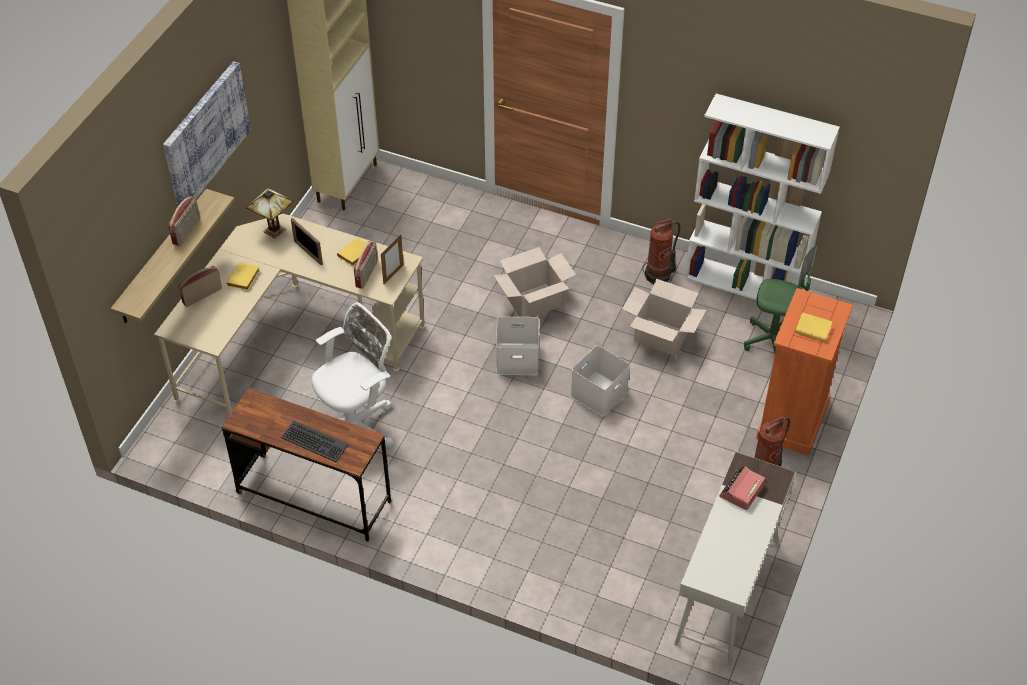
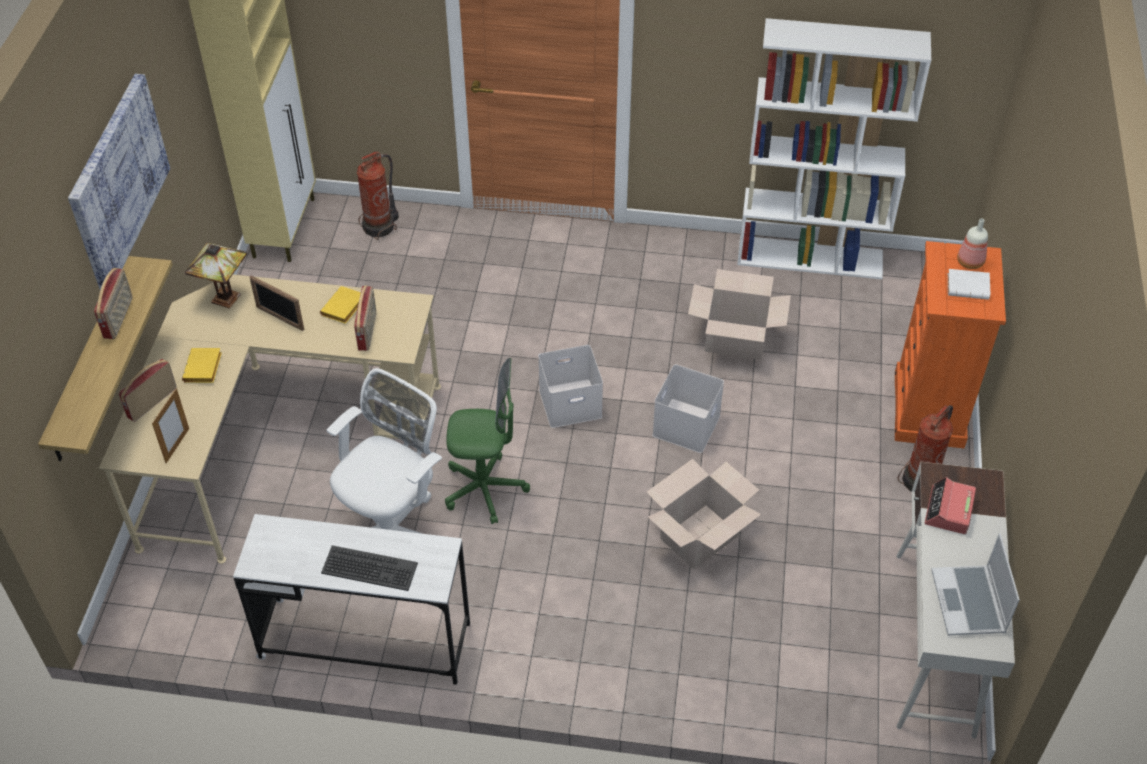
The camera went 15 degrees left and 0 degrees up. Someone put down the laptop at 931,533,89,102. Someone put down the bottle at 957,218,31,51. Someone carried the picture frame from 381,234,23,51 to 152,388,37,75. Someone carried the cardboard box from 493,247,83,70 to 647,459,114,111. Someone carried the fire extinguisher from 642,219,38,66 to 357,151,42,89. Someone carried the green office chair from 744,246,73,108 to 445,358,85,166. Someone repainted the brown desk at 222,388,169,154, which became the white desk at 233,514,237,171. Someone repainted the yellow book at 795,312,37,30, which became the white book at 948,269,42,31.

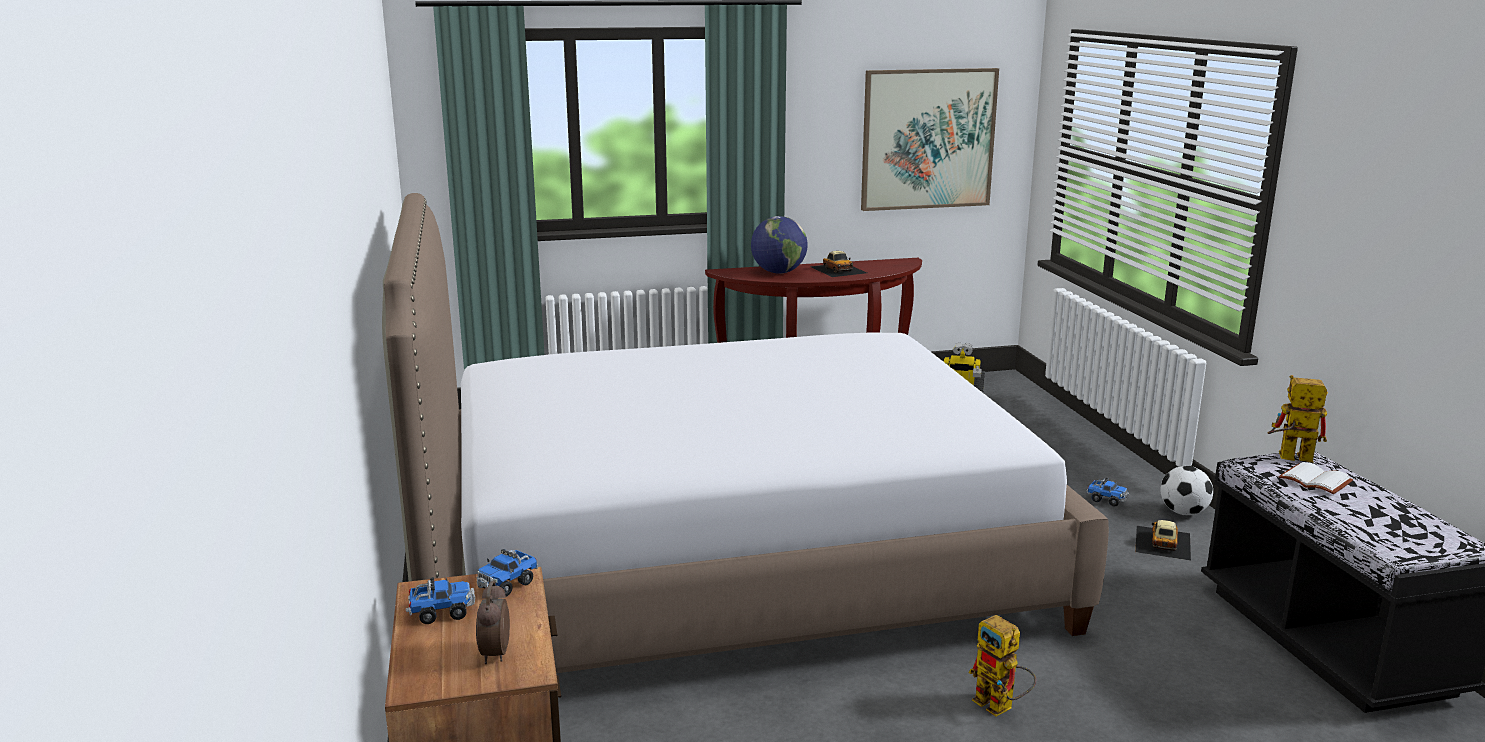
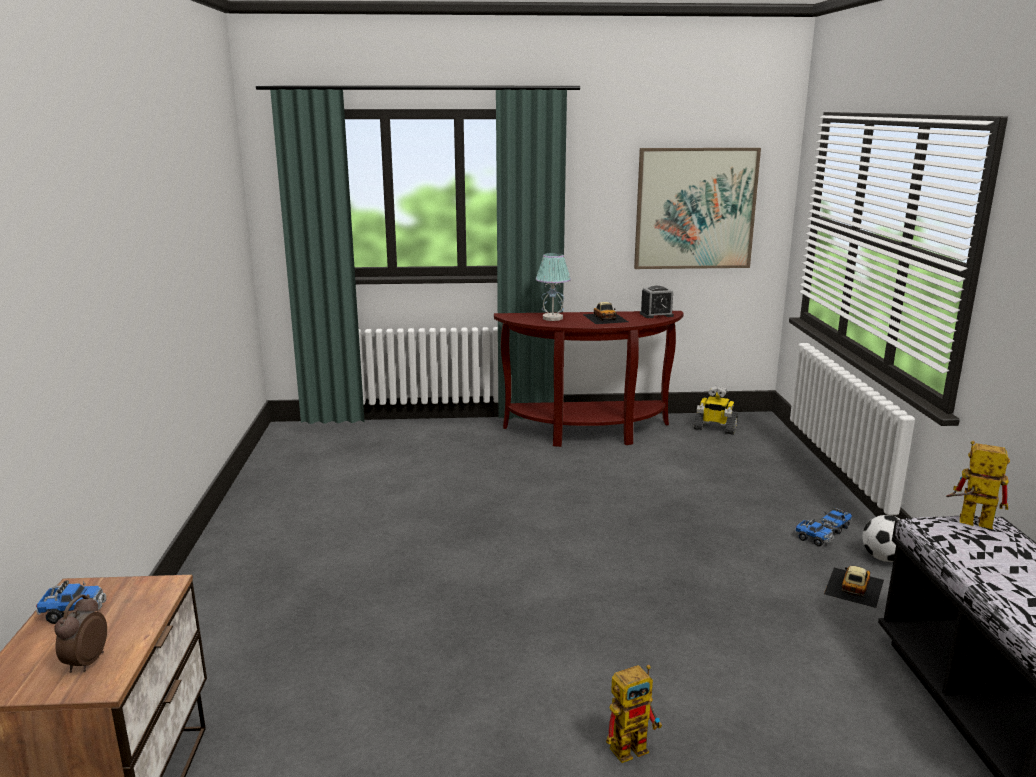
The camera went 10 degrees right and 0 degrees up. Someone took away the bed at 382,193,727,480. Someone took away the white book at 1278,462,75,32. Someone put down the alarm clock at 640,286,34,32. Someone carried the toy truck from 476,549,62,48 to 821,508,31,26. Someone swapped the globe at 751,216,57,57 for the table lamp at 536,253,35,68. Someone rotated the toy robot at 969,615,67,102 by 90 degrees counterclockwise.

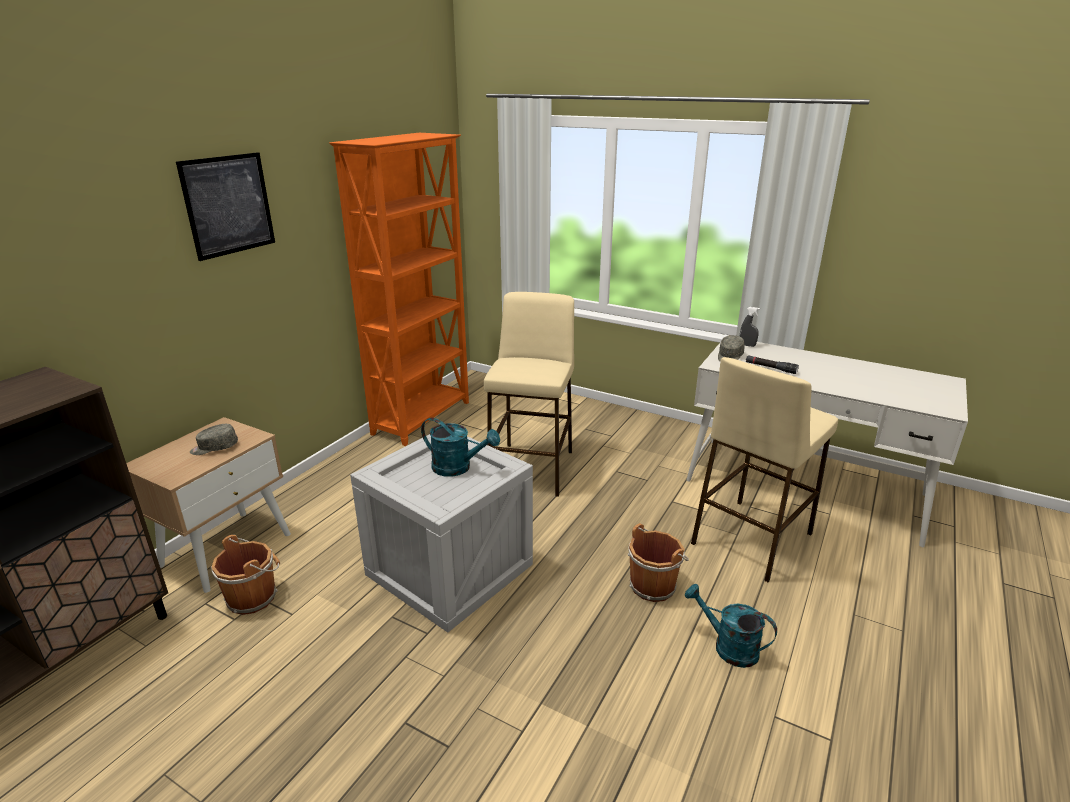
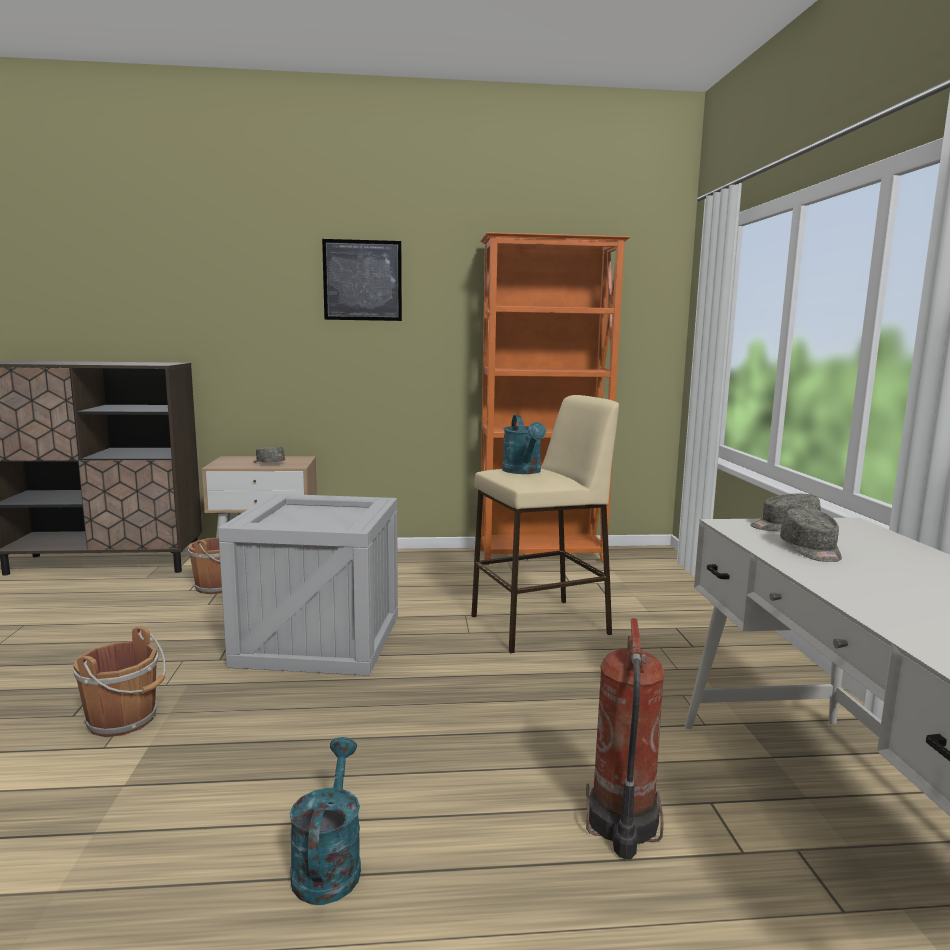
The camera went 55 degrees right and 15 degrees down. Someone took away the grey spray bottle at 740,307,20,40. Someone carried the turquoise watering can from 421,418,79,59 to 502,415,44,59. Someone carried the brown bucket from 628,523,61,79 to 73,626,93,111. Someone swapped the beige stool at 691,357,147,225 for the fire extinguisher at 586,618,79,241. Someone swapped the black flashlight at 746,355,53,19 for the grey cap at 780,508,62,54.

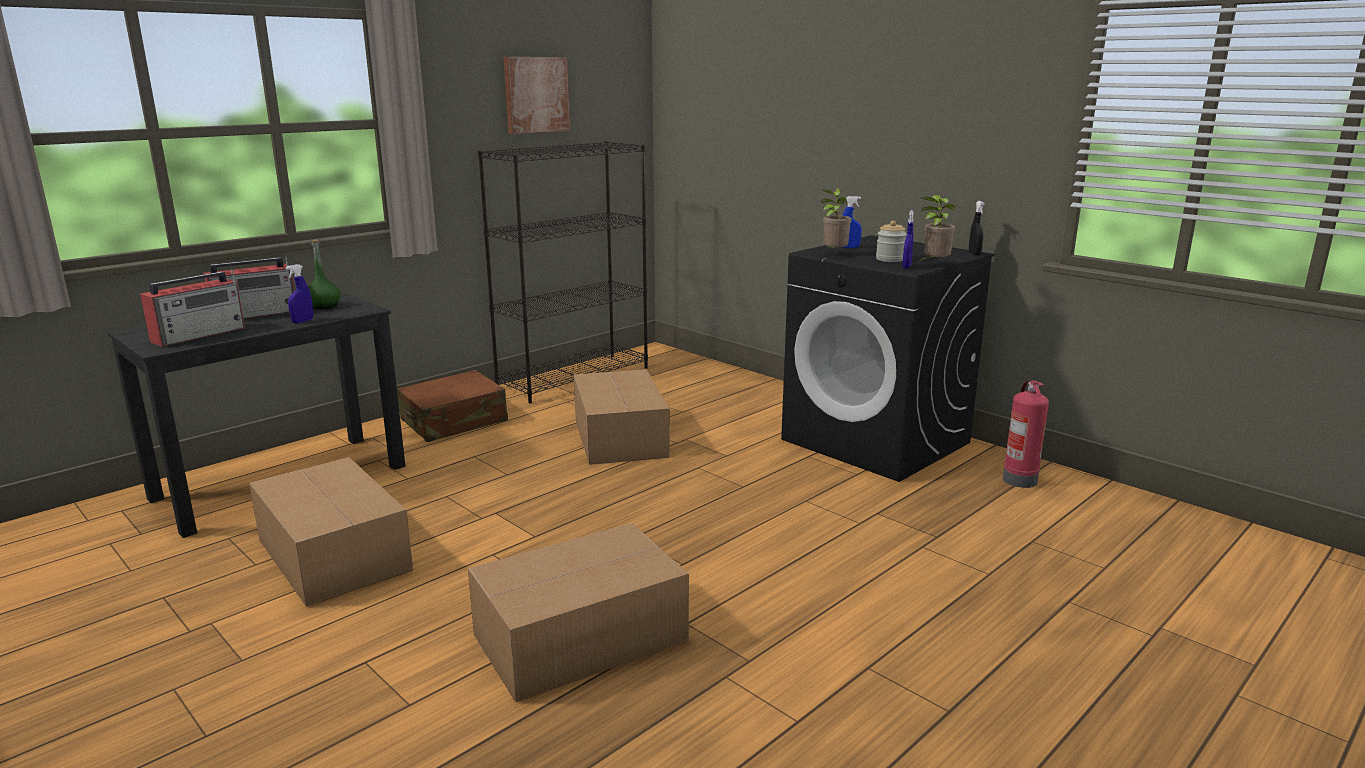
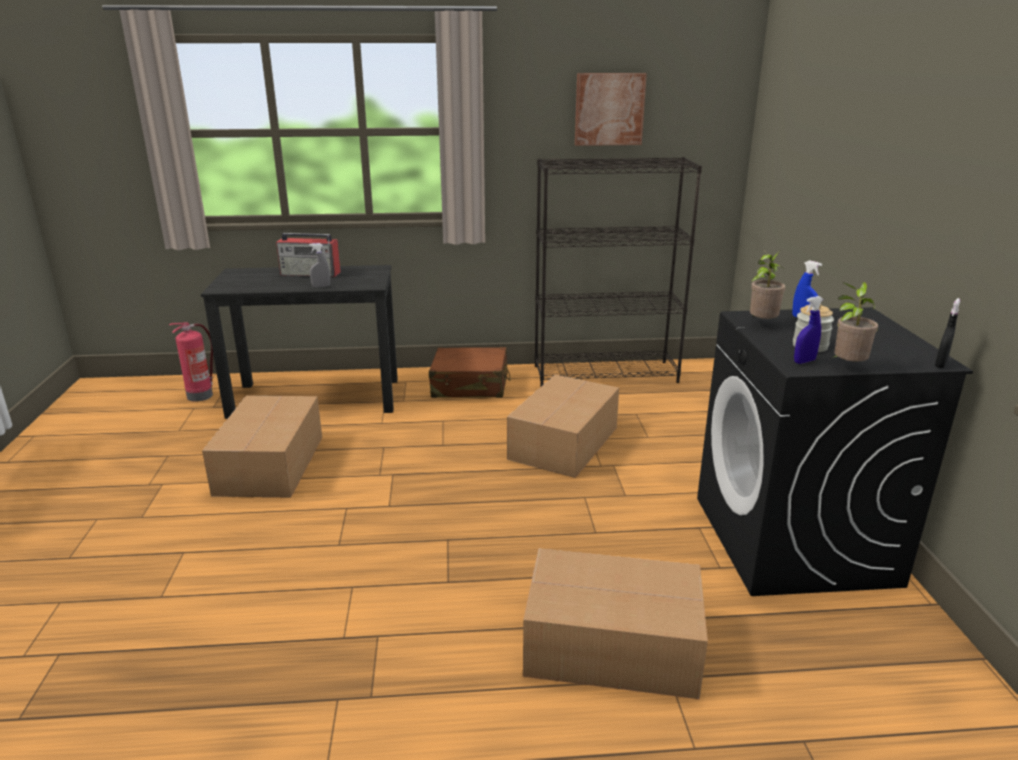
The camera went 40 degrees right and 5 degrees up. Someone took away the radio at 140,269,105,78. Someone took away the green bottle at 308,240,33,69. Someone carried the cardboard box from 468,523,221,179 to 523,548,185,151. Someone carried the fire extinguisher from 1003,381,46,107 to 169,322,44,80. Someone repainted the blue spray bottle at 286,264,27,60, which became the grey spray bottle at 309,243,21,44.

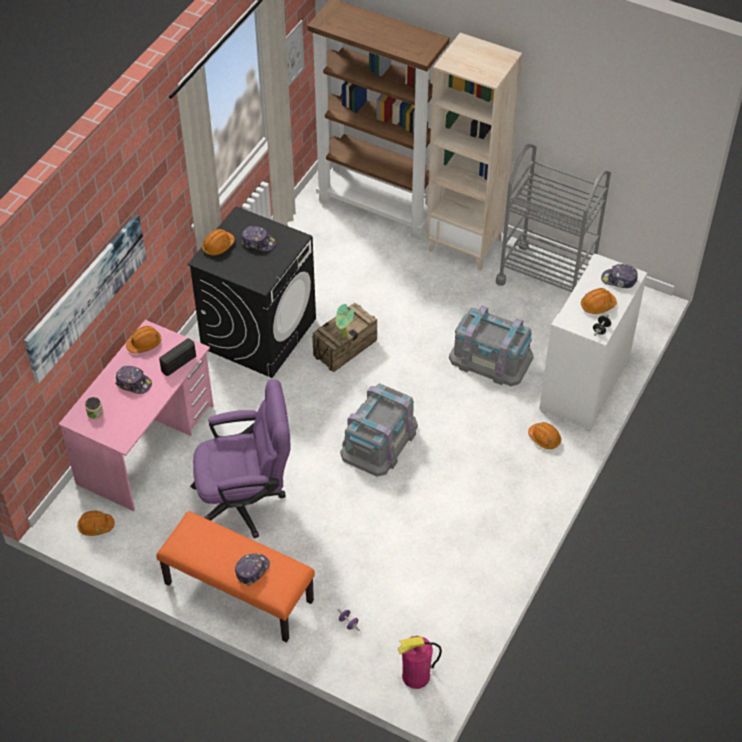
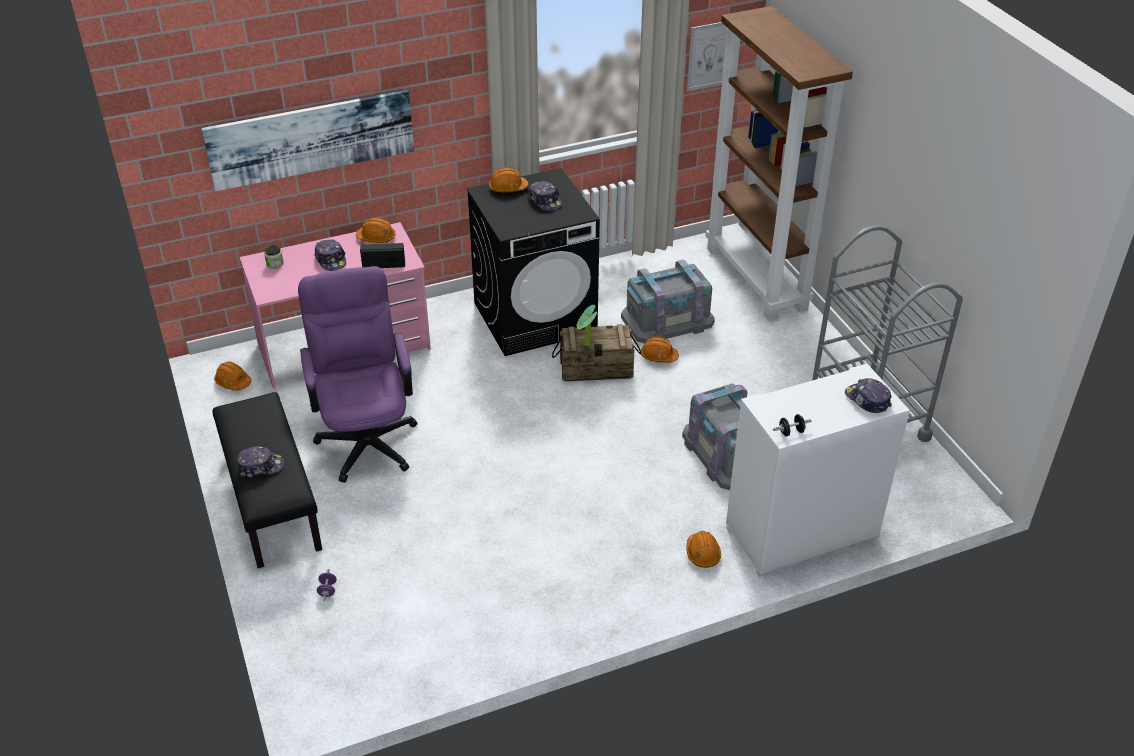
The camera went 40 degrees right and 10 degrees down. Someone took away the fire extinguisher at 398,636,44,53. Someone took away the beige bookcase at 426,33,96,238. Someone carried the grey storage box from 341,383,77,94 to 621,260,94,83. Someone carried the orange hard hat from 581,288,36,26 to 641,337,38,26. Someone repainted the orange bench at 156,511,159,132, which became the black bench at 212,392,110,176. Someone rotated the purple office chair at 190,379,100,159 by 135 degrees counterclockwise.

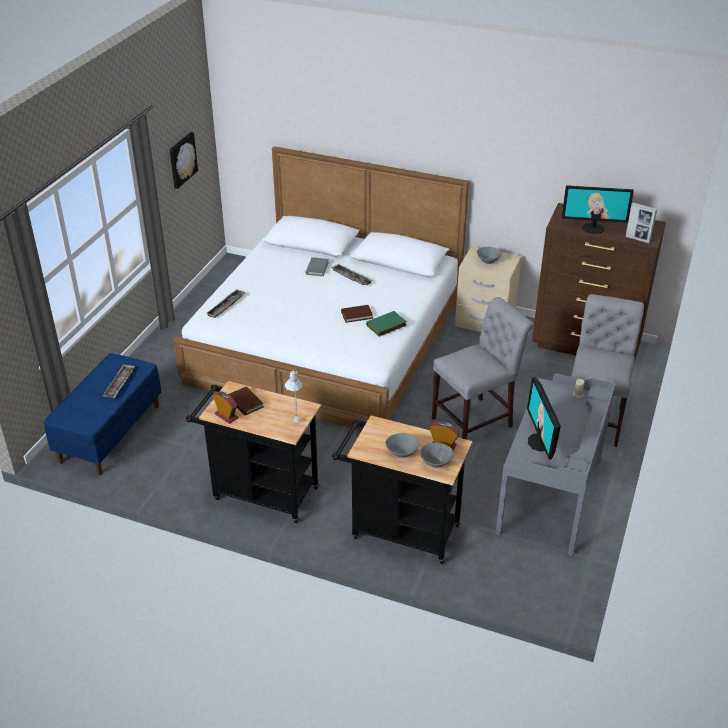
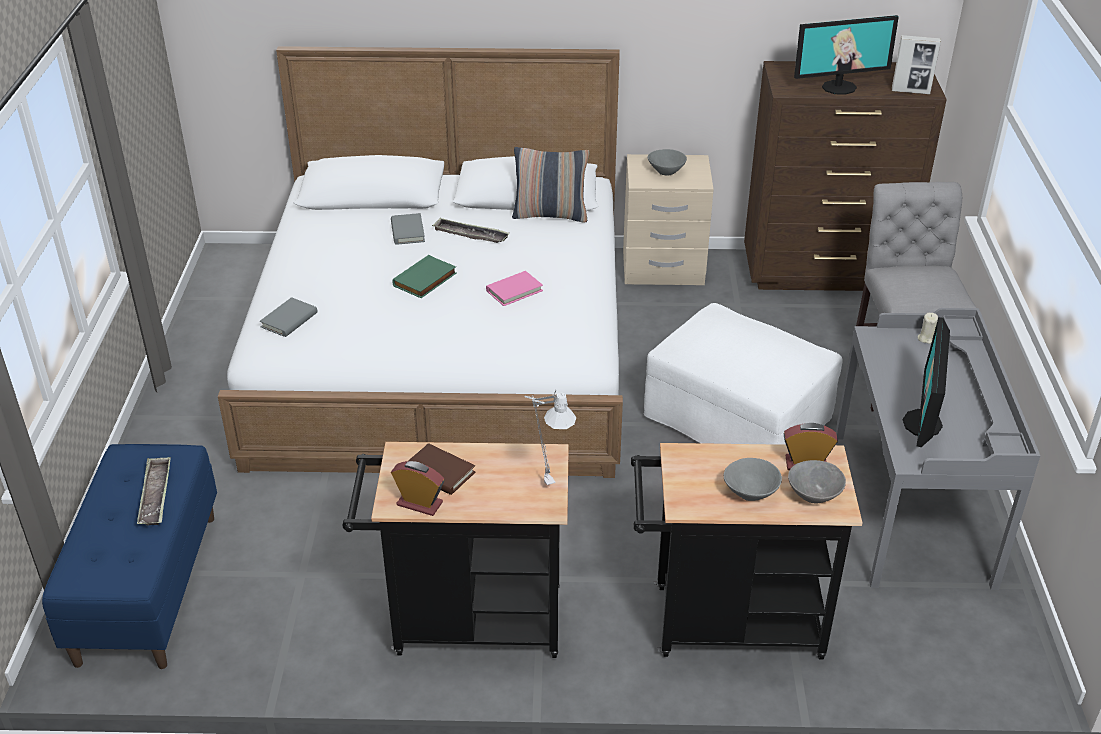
The camera went 20 degrees left and 0 degrees up. Someone took away the picture at 169,132,29,57. Someone put down the pillow at 512,147,77,76. Someone carried the green book from 366,311,41,26 to 392,255,65,43. Someone swapped the tray at 207,289,38,29 for the grey book at 260,297,57,40. Someone swapped the grey chair at 432,297,102,143 for the white ottoman at 644,303,199,142. Someone repainted the brown book at 341,305,32,18, which became the pink book at 486,271,57,35. Someone rotated the monitor at 527,377,34,83 by 45 degrees clockwise.

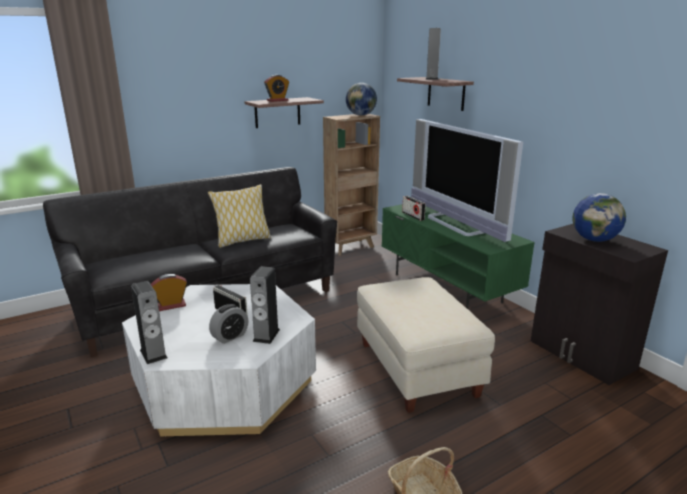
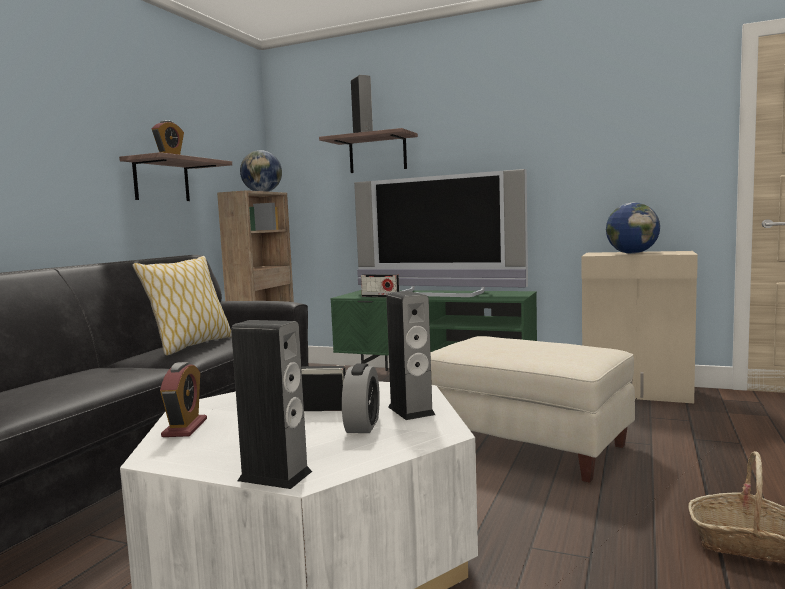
The camera went 35 degrees left and 15 degrees down. Someone repainted the black cabinet at 531,224,137,161, which became the beige cabinet at 582,251,116,152. Someone rotated the alarm clock at 151,274,36,37 by 150 degrees clockwise.

